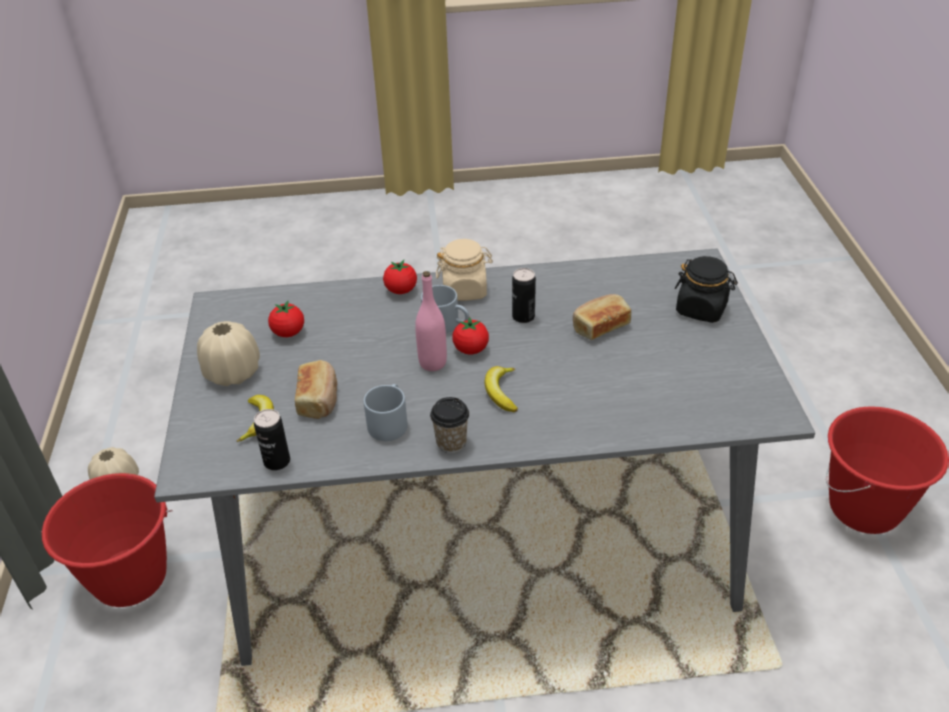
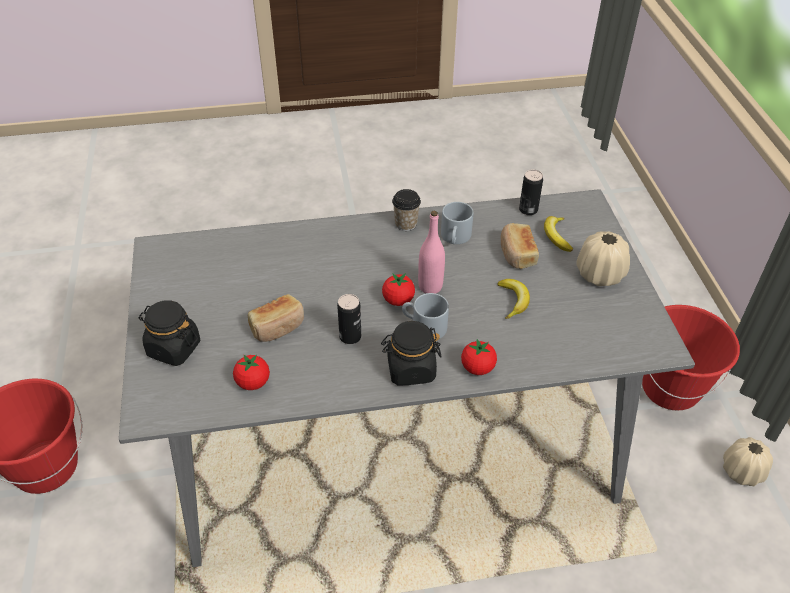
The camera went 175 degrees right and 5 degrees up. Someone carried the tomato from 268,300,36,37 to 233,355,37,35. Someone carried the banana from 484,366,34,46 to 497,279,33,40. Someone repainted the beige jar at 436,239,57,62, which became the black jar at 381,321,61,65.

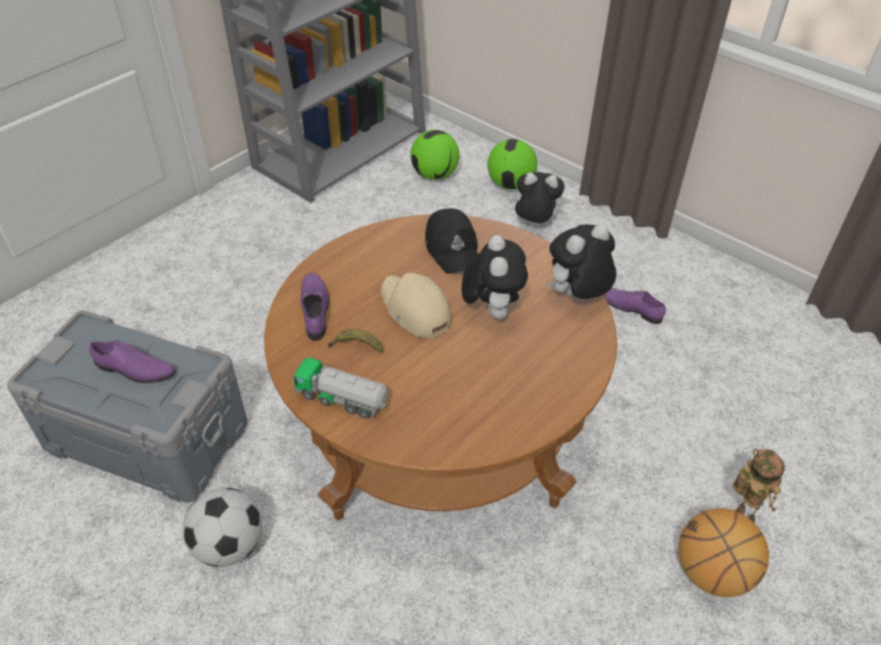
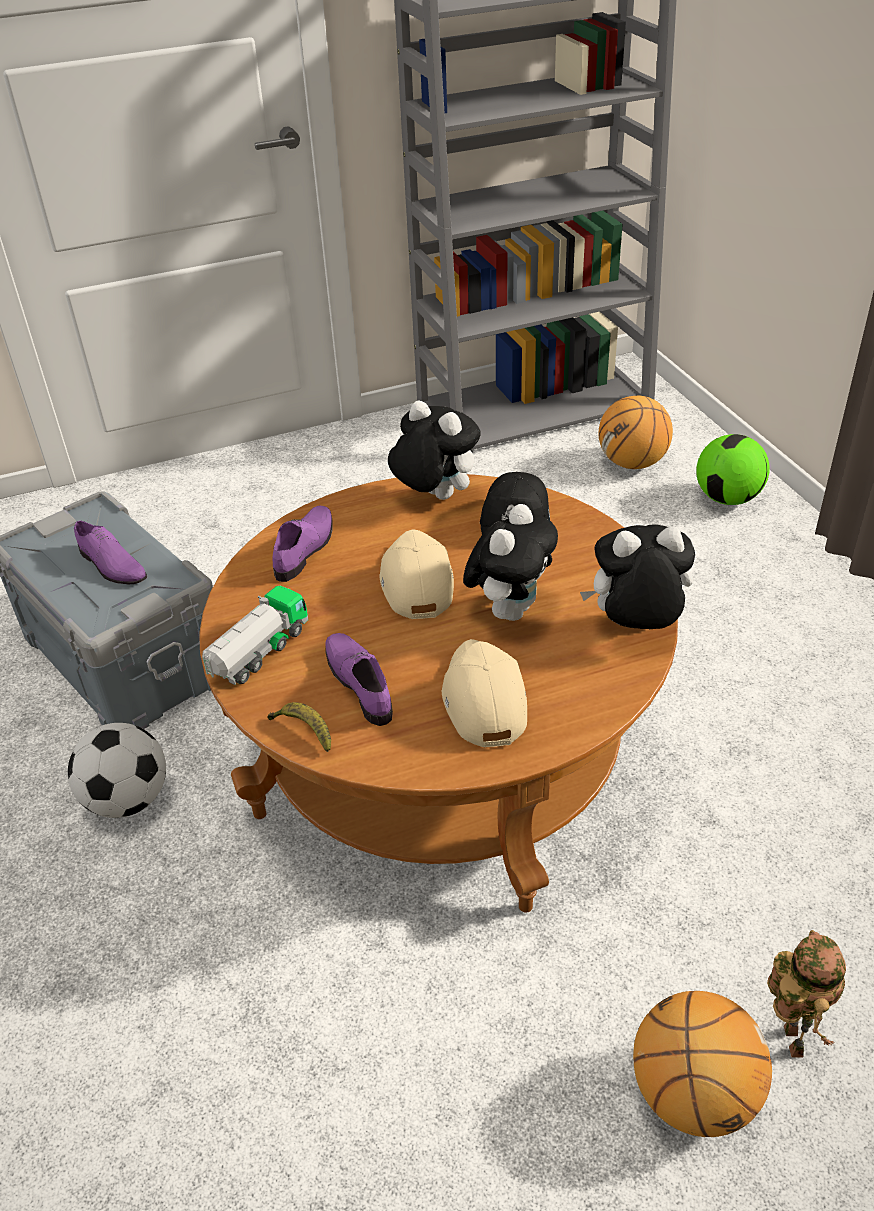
The camera went 30 degrees right and 5 degrees down. Someone put down the beige cap at 442,639,85,108. Someone carried the banana from 328,329,56,24 to 267,702,64,50. Someone carried the plush toy from 508,172,56,52 to 388,400,93,100. Someone carried the purple shoe from 604,288,62,36 to 325,633,68,93. Someone swapped the football at 410,130,50,50 for the basketball at 599,396,74,73. Someone rotated the toy truck at 294,357,93,62 by 75 degrees clockwise.

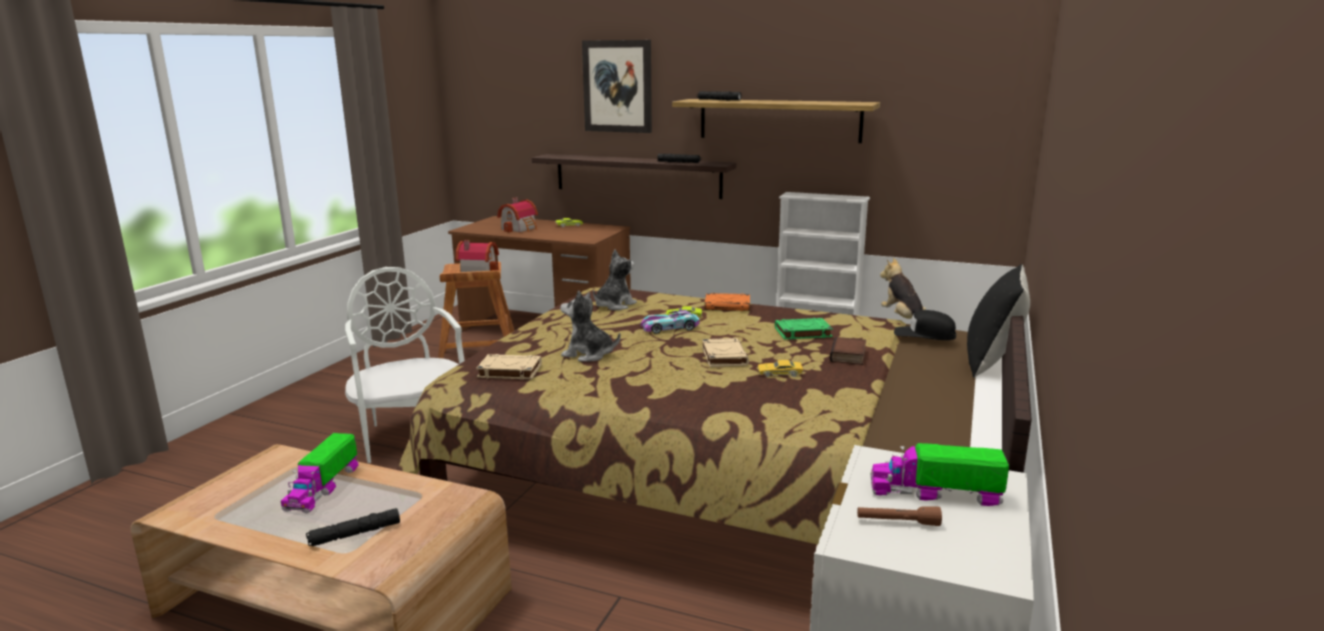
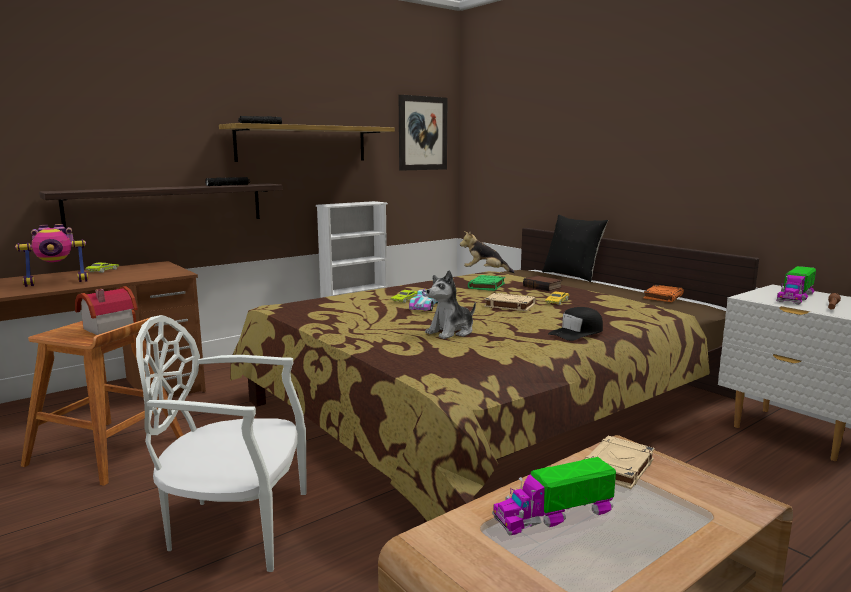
The camera went 60 degrees left and 5 degrees down. Someone took away the black flashlight at 306,508,94,38. Someone took away the plush toy at 593,249,44,61. Someone carried the beige book from 476,354,66,26 to 584,436,71,53. Someone carried the picture from 582,40,70,93 to 399,95,48,76. Someone carried the orange book from 705,293,45,18 to 643,285,41,17. Someone carried the black cap from 894,310,62,30 to 548,307,55,34. Someone swapped the toy house at 497,198,41,34 for the toy robot at 15,224,73,63. Someone rotated the toy truck at 281,433,78,81 by 120 degrees clockwise.

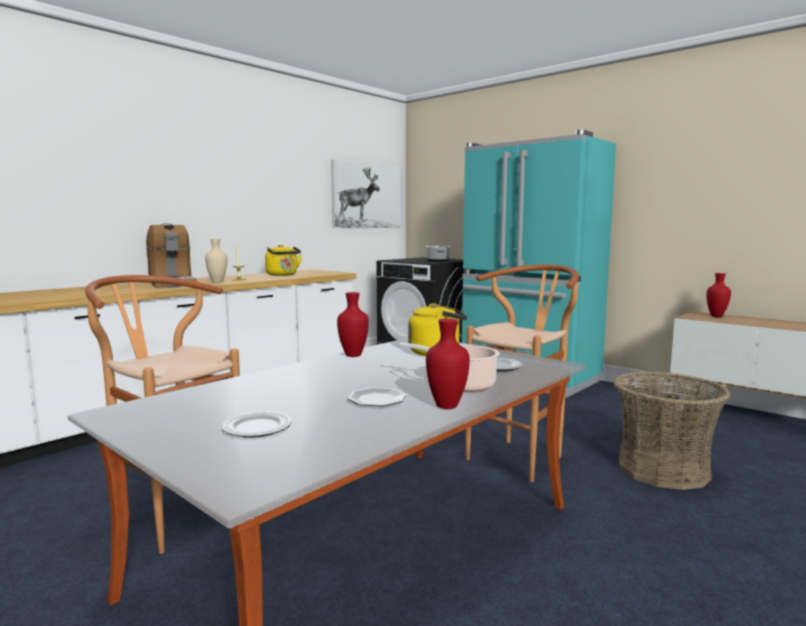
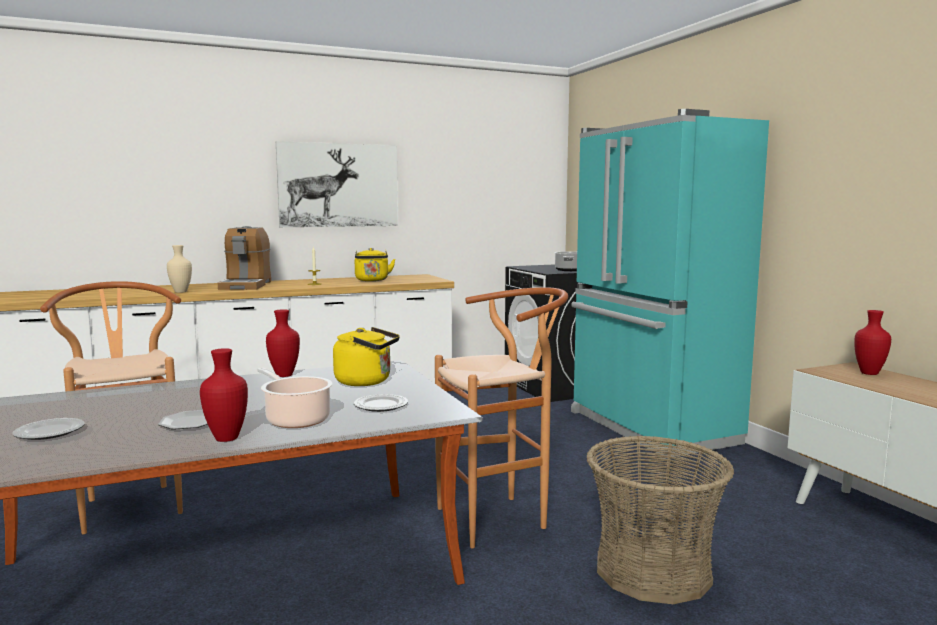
The camera went 25 degrees right and 0 degrees up. Someone carried the beige vase from 205,239,22,43 to 167,245,25,48. Someone carried the picture from 331,160,69,68 to 276,141,122,86.

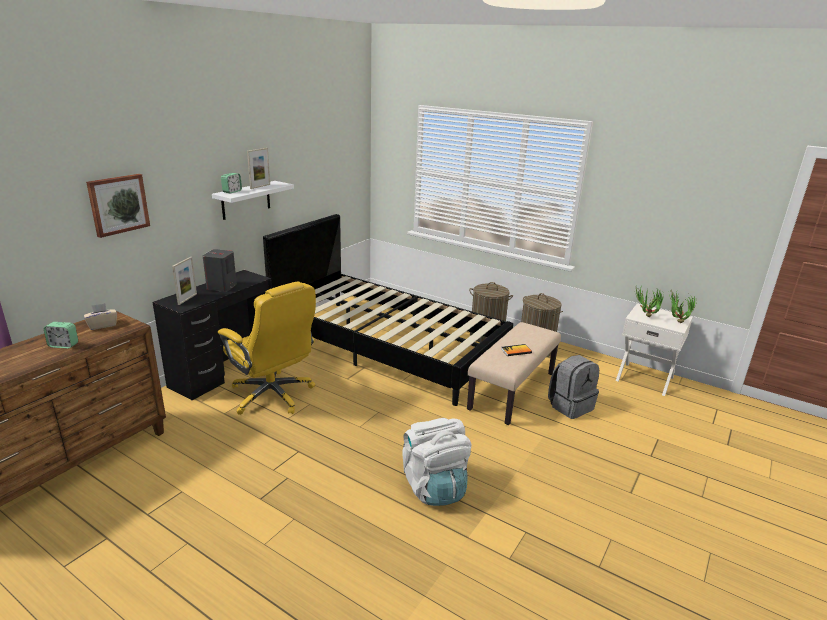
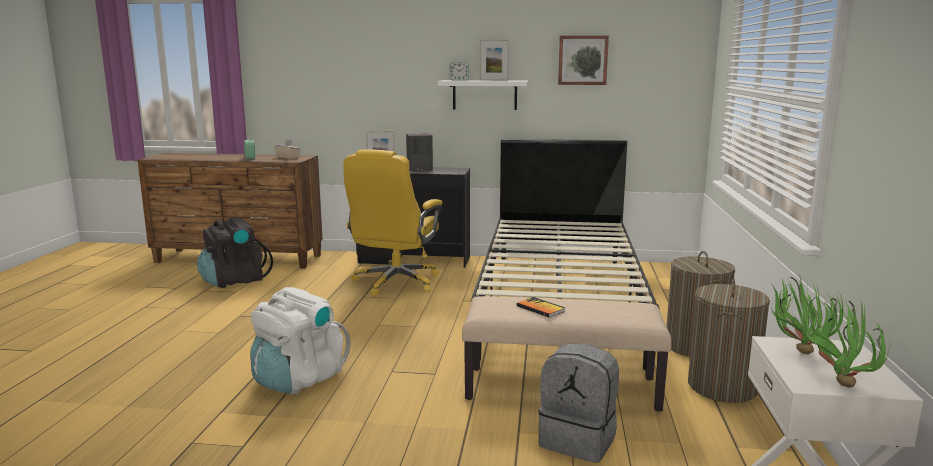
The camera went 65 degrees right and 10 degrees down. Someone put down the black backpack at 197,217,76,71. Someone carried the picture from 86,174,64,64 to 558,35,51,50.

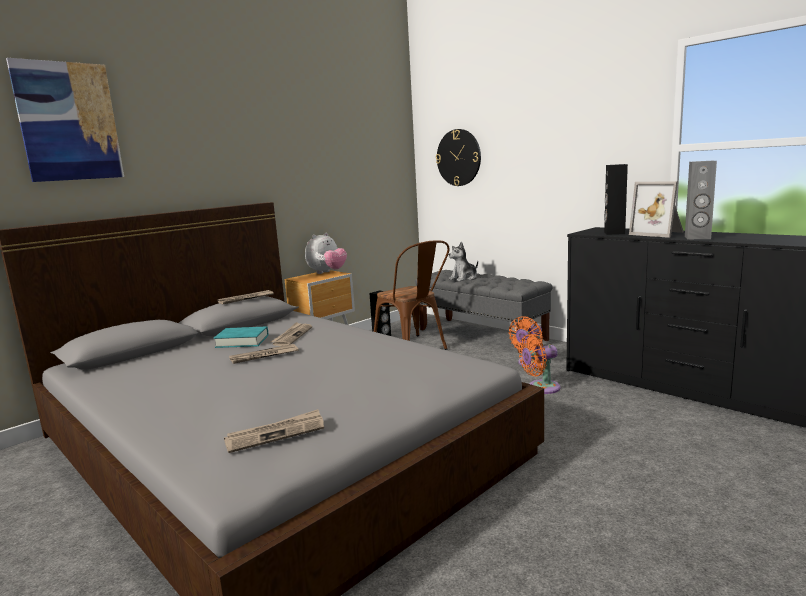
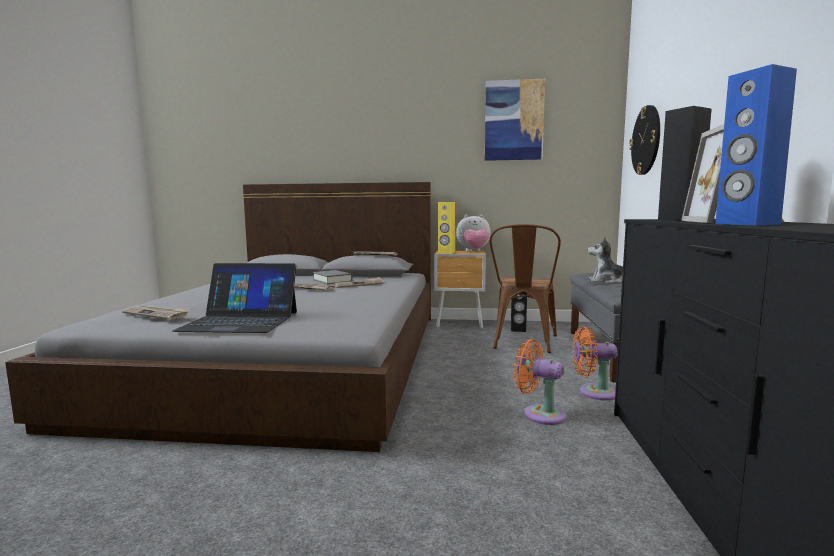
The camera went 50 degrees right and 5 degrees down. Someone put down the laptop at 173,263,124,70. Someone put down the yellow speaker at 438,202,17,52. Someone carried the picture from 6,58,118,124 to 485,79,60,82. Someone repainted the turquoise book at 214,326,54,22, which became the grey book at 313,270,40,14. Someone repainted the grey speaker at 685,161,32,78, which became the blue speaker at 715,64,82,161.

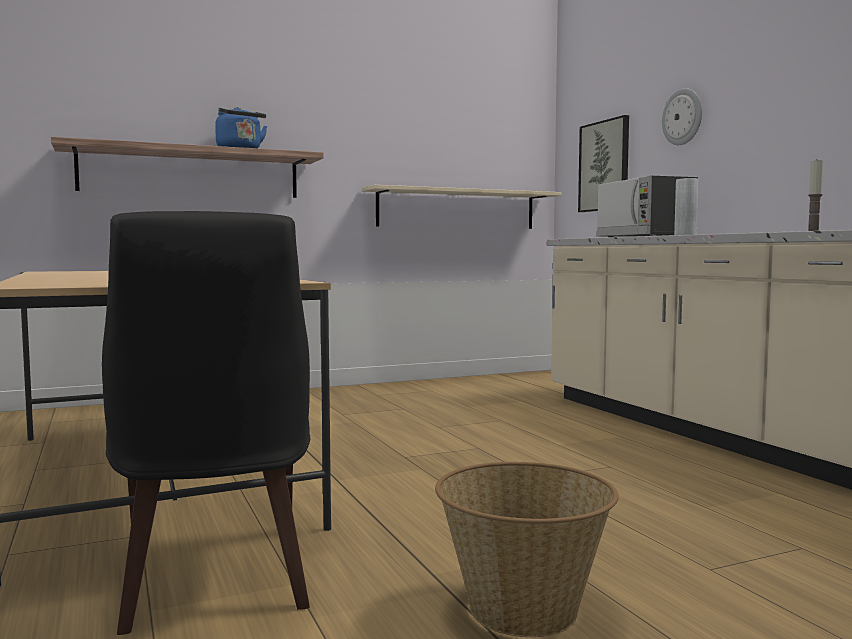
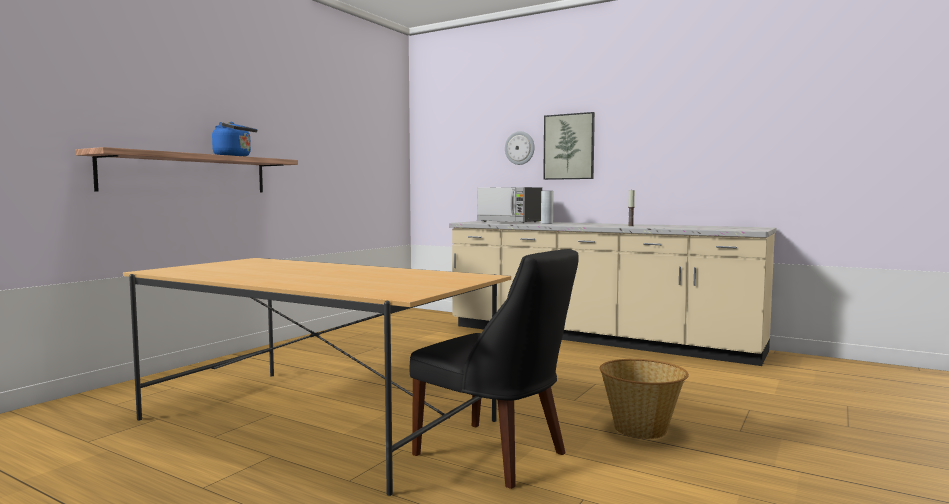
The camera went 35 degrees left and 0 degrees up. Someone took away the beige shelf at 362,185,200,44. Someone carried the picture from 578,115,51,97 to 543,112,52,68.

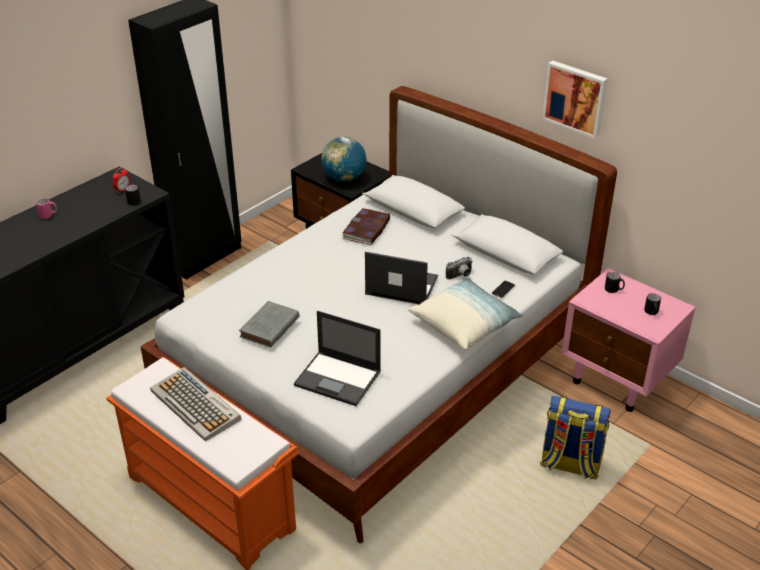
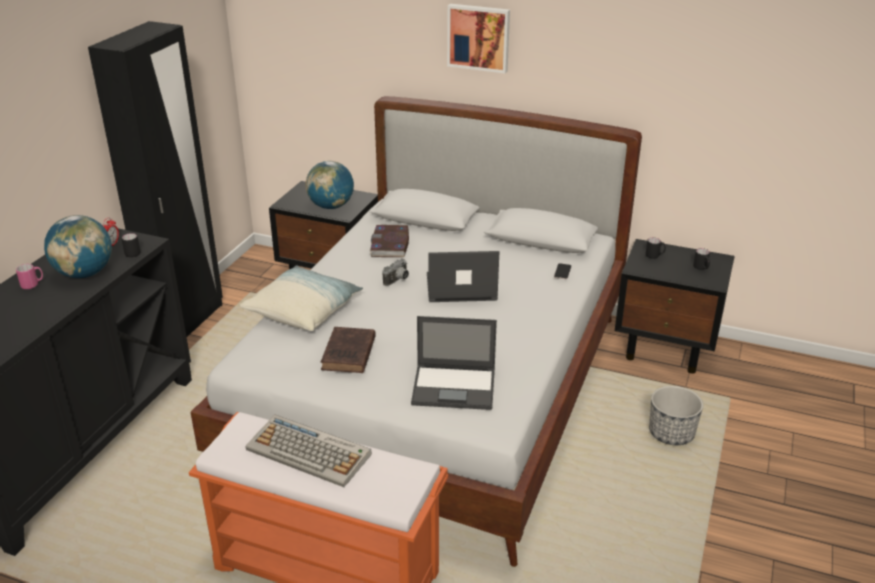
The camera went 20 degrees left and 5 degrees down. Someone put down the globe at 44,215,68,63. Someone carried the pillow from 408,278,115,72 to 239,266,124,65. Someone carried the photo camera from 446,257,27,23 to 382,258,27,28. Someone carried the picture from 542,60,66,79 to 447,4,63,69. Someone swapped the backpack at 540,396,71,83 for the planter at 649,386,54,59. Someone repainted the grey book at 239,301,60,47, which became the brown book at 321,327,55,46. Someone repainted the pink nightstand at 562,268,134,144, which became the black nightstand at 615,239,120,135.

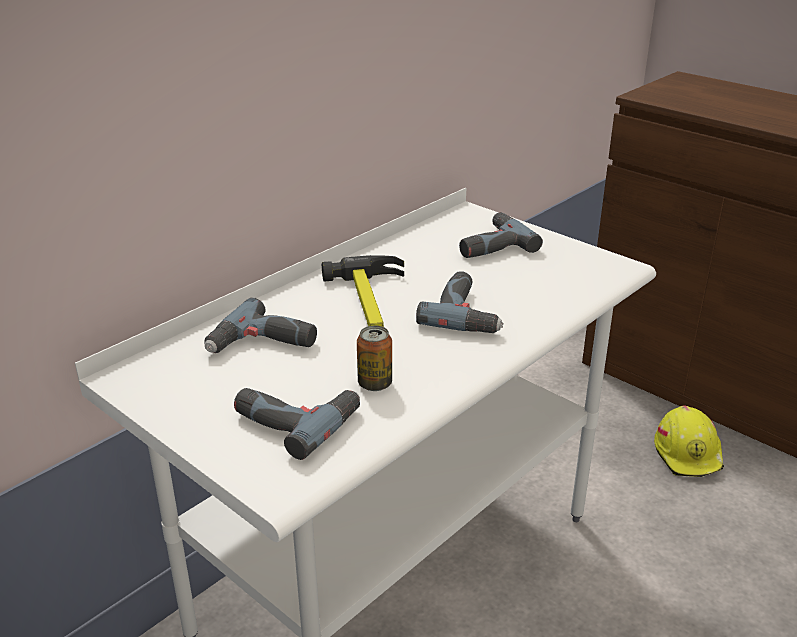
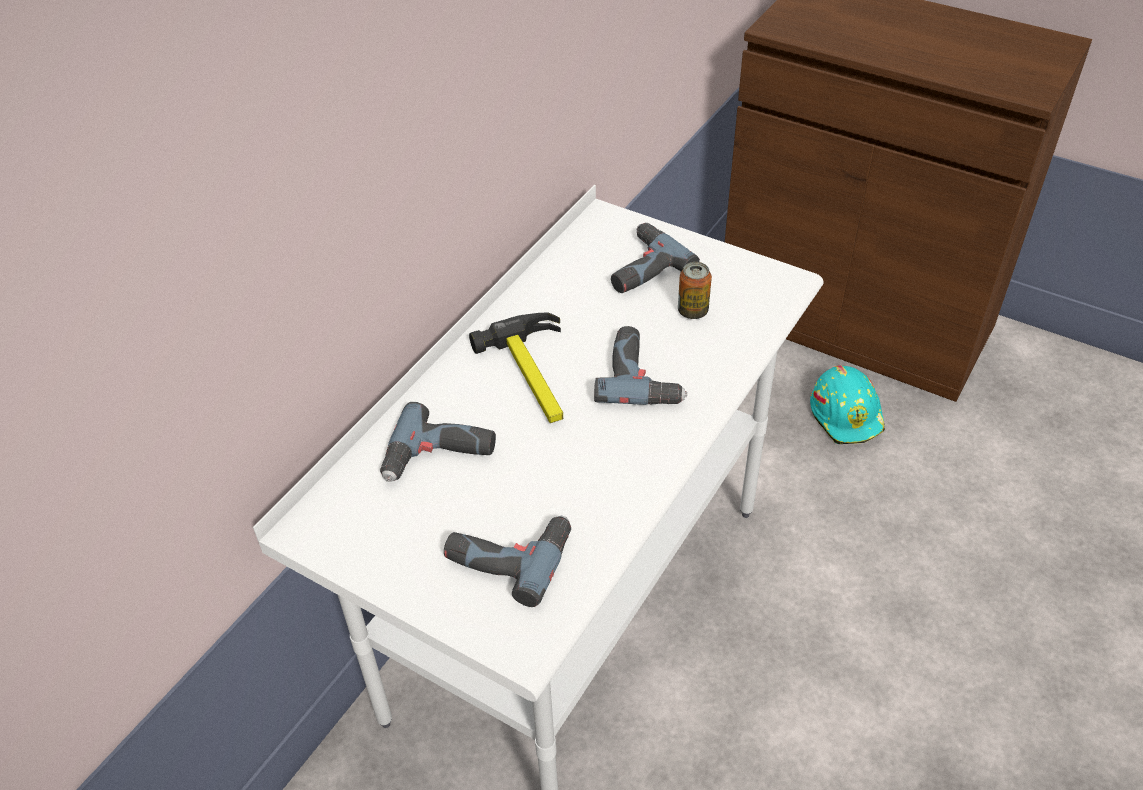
The camera went 10 degrees left and 15 degrees up. Someone carried the can from 357,325,35,66 to 678,262,34,57. Someone repainted the yellow hard hat at 654,405,70,72, which became the turquoise hard hat at 810,365,75,79.

